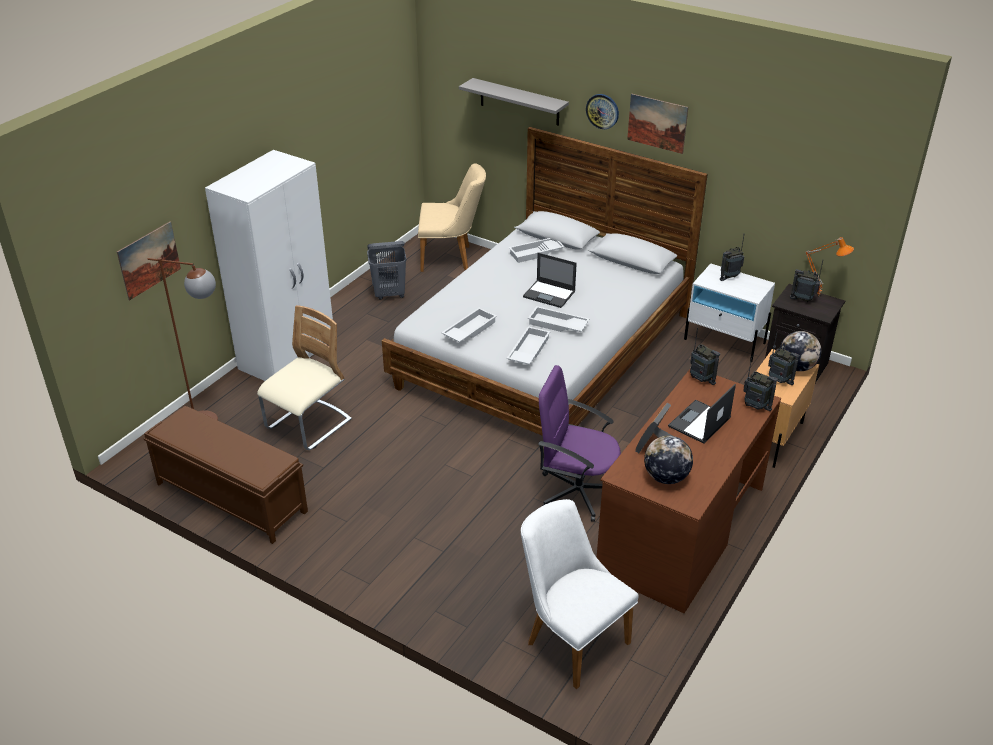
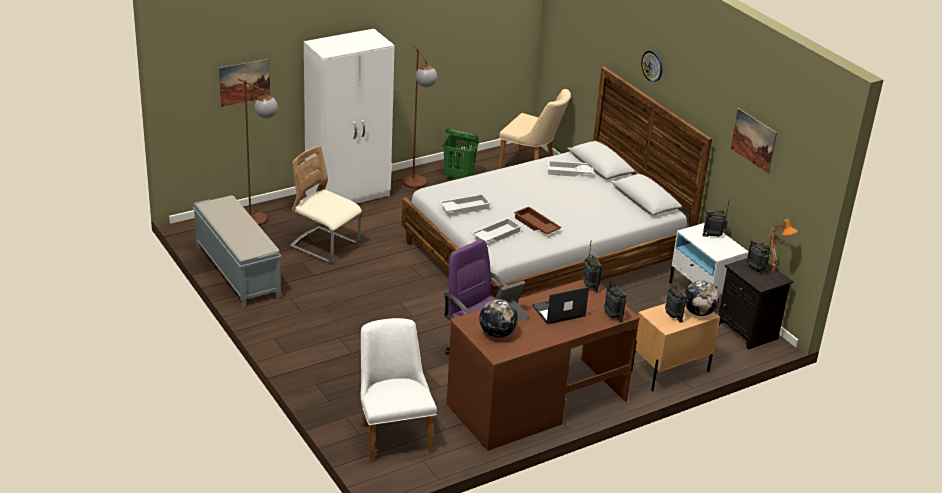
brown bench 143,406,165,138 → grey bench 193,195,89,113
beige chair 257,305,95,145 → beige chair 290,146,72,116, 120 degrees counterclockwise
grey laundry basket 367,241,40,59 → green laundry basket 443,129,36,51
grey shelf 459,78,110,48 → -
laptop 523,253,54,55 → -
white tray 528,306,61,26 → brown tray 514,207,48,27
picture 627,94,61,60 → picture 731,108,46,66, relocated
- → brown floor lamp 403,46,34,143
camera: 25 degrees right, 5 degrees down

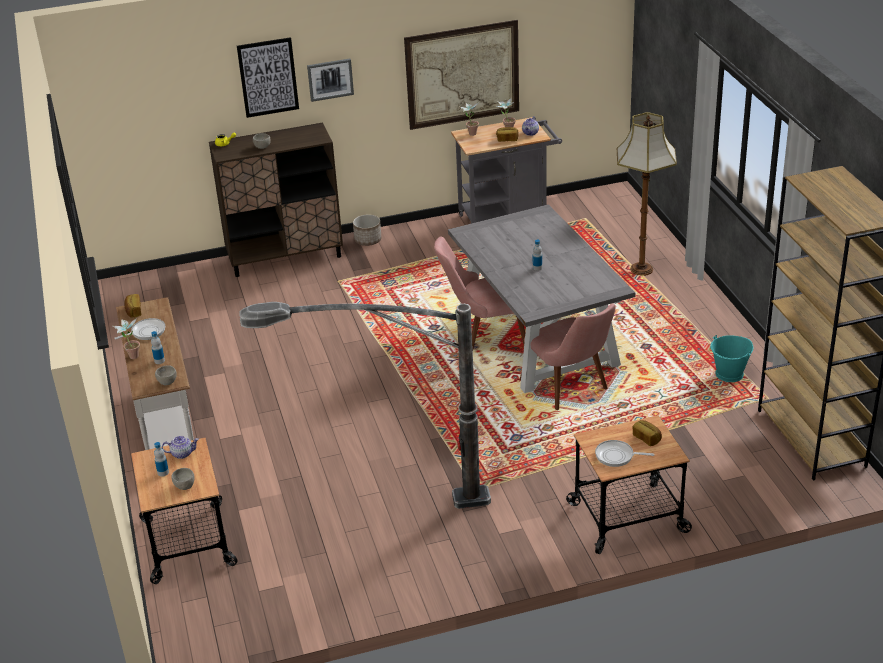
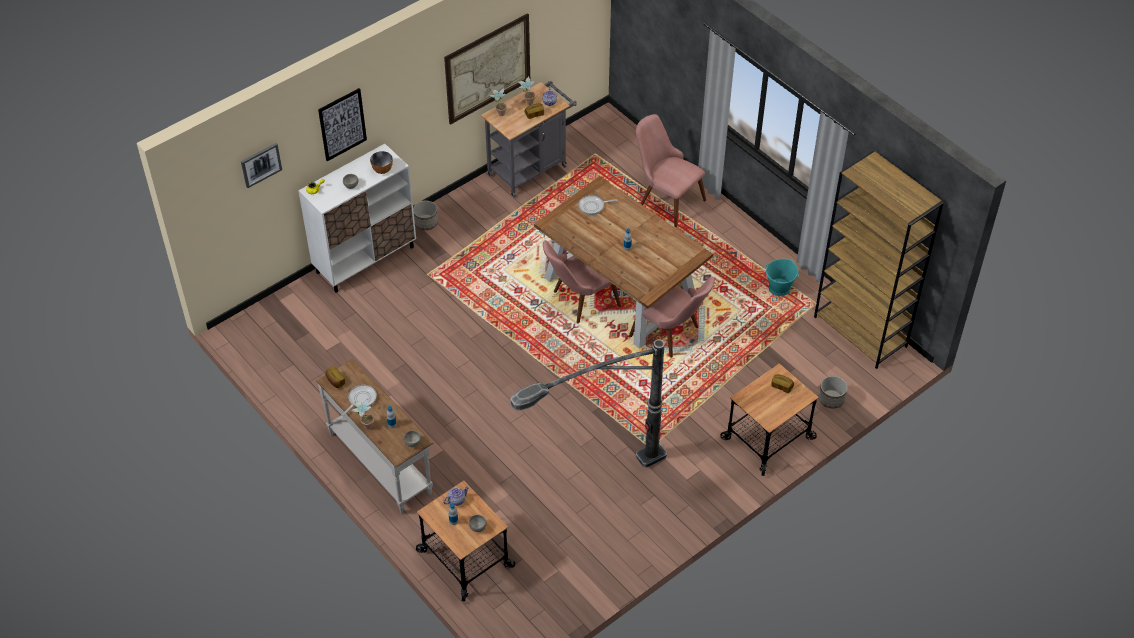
brown cabinet 209,123,134,154 → white cabinet 298,144,118,148
picture 307,59,47,43 → picture 241,143,41,45, relocated
grey dining table 448,204,187,189 → brown dining table 534,176,179,173
frying pan 595,440,60,27 → frying pan 578,195,39,20, relocated
floor lamp 617,112,60,164 → pink chair 636,114,70,113
- → bowl 370,151,23,23
- → planter 818,376,30,33
camera: 25 degrees left, 15 degrees up

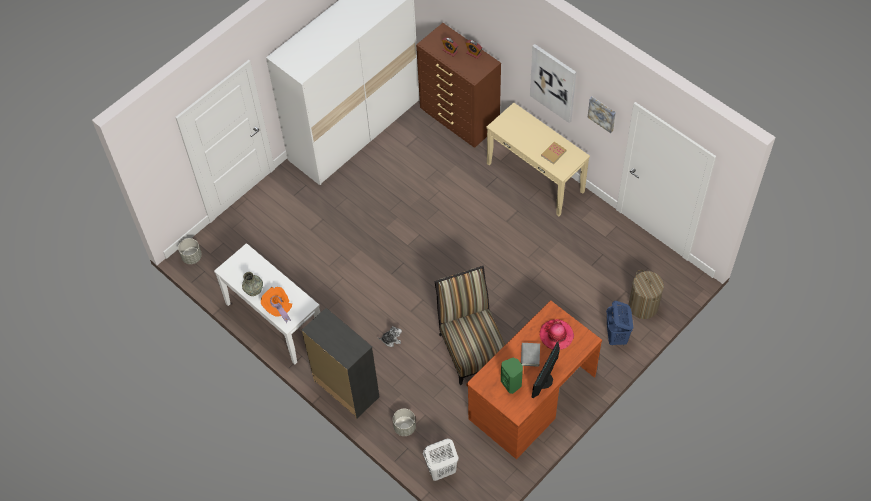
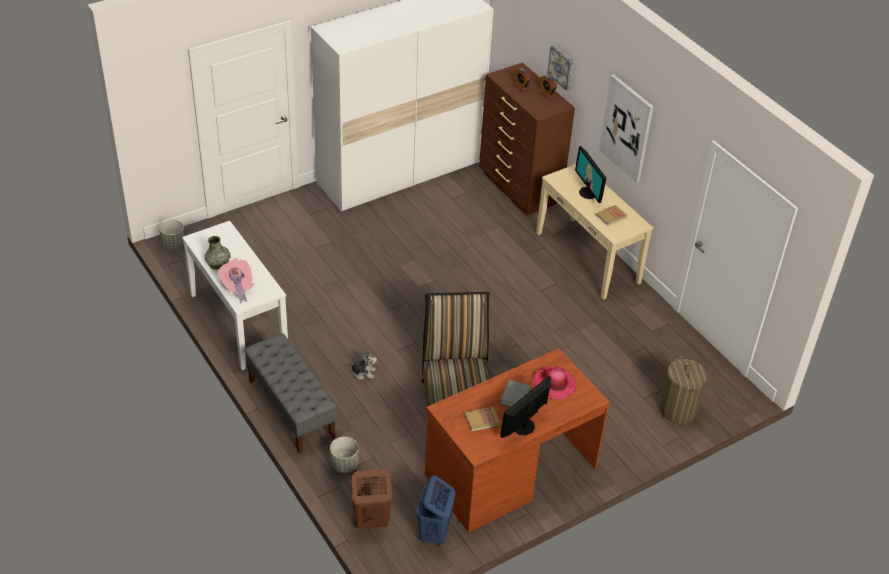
orange hat 261,287,31,37 → pink hat 218,258,36,45
black dresser 301,308,78,111 → grey bench 244,334,93,119
white laundry basket 423,438,36,43 → brown laundry basket 351,469,42,60
green speaker 501,358,22,36 → book 465,407,35,25
picture 588,97,28,36 → picture 547,45,26,46, relocated
blue laundry basket 606,301,27,45 → blue laundry basket 416,475,40,71, relocated
- → monitor 575,146,31,57
camera: 10 degrees right, 15 degrees down

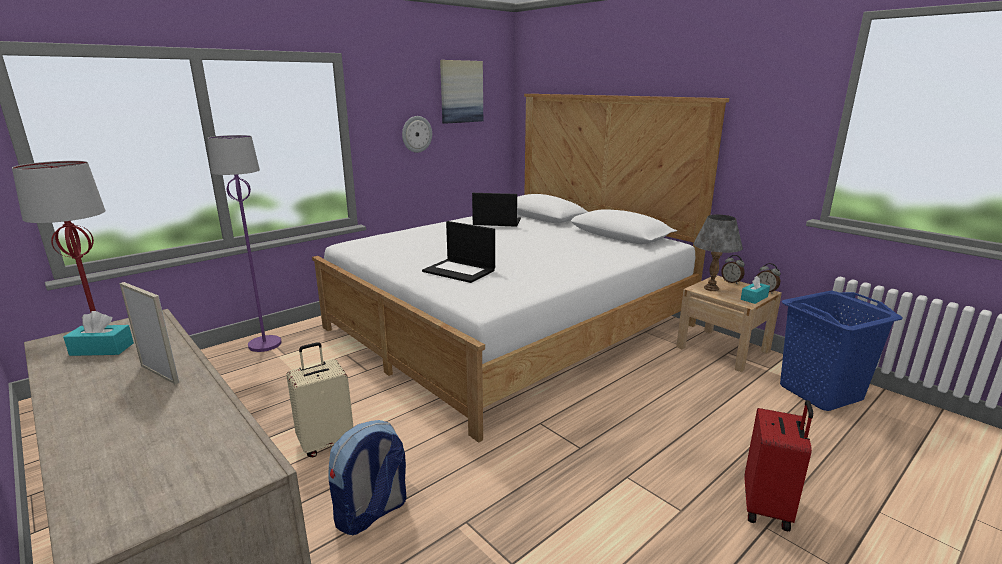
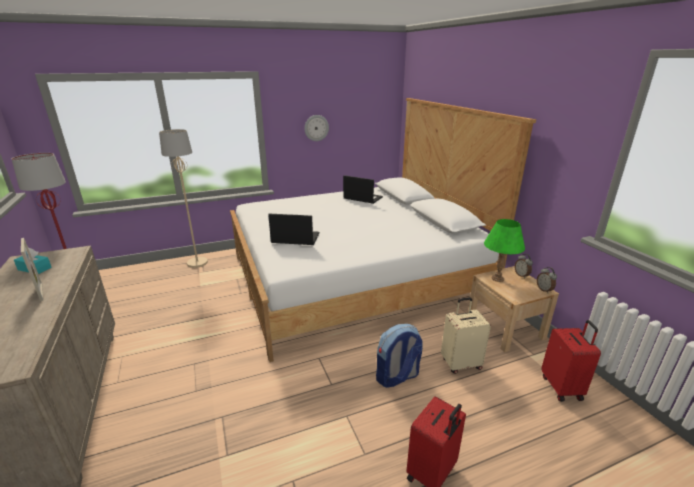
purple floor lamp 208,135,74,217 → beige floor lamp 159,129,49,139
beige suitcase 286,342,67,115 → beige suitcase 441,297,50,77, relocated
backpack 328,420,79,116 → backpack 376,324,47,64, relocated
laptop 422,221,73,62 → laptop 268,214,51,31, 135 degrees clockwise
picture 440,60,43,64 → -
grey table lamp 693,215,50,76 → green table lamp 484,219,41,63
turquoise tissue box 741,276,29,28 → -
blue laundry basket 780,291,123,120 → red suitcase 541,320,60,82
camera: 20 degrees right, 5 degrees up

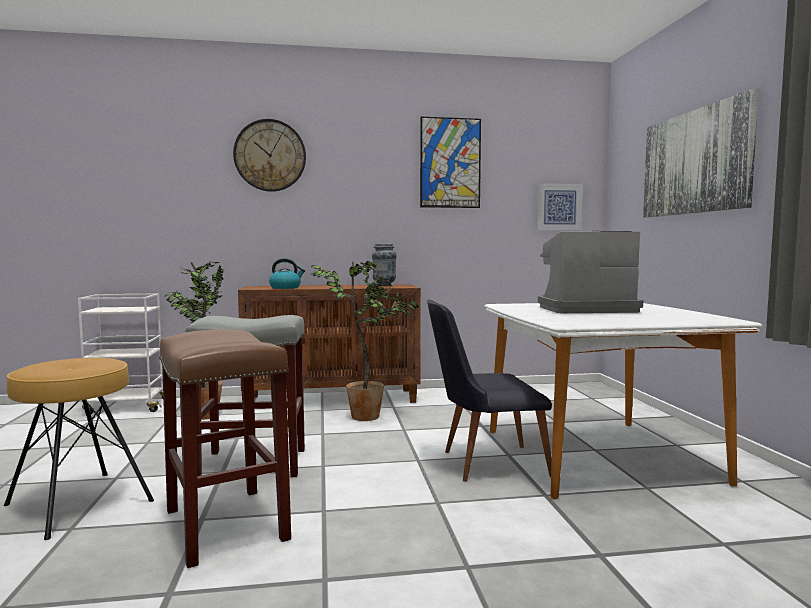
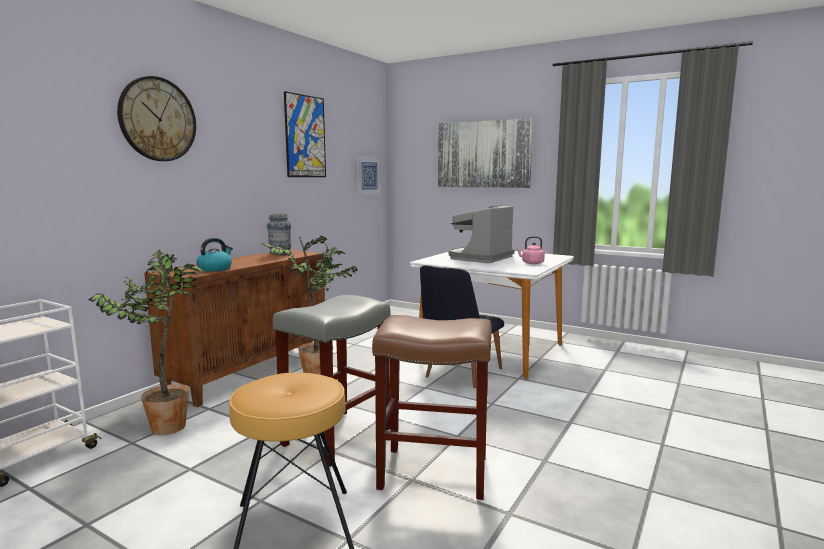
- → pink kettle 516,236,29,28
camera: 50 degrees left, 5 degrees up

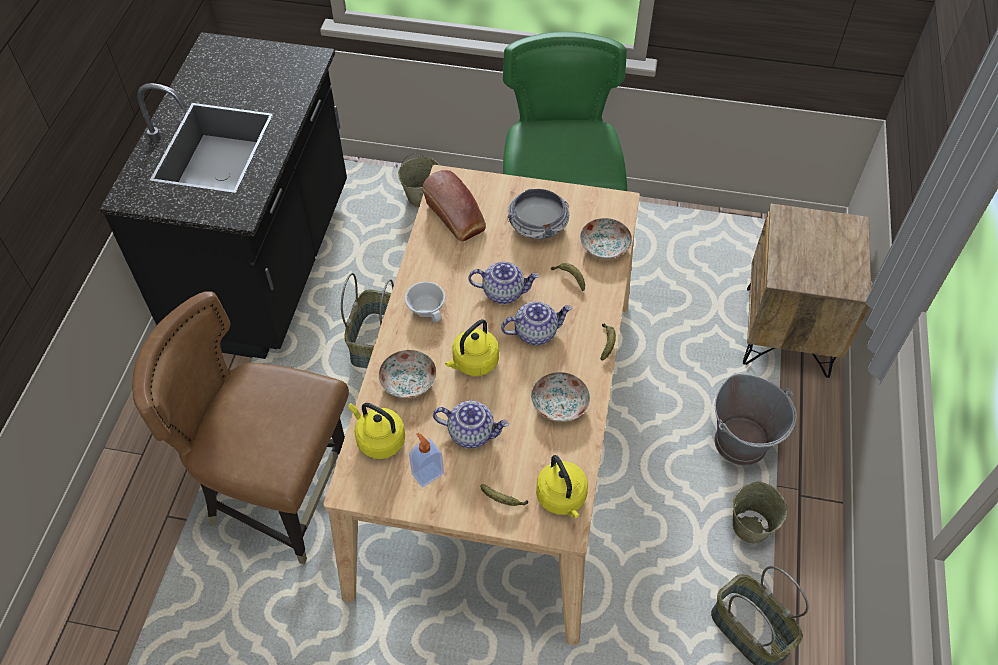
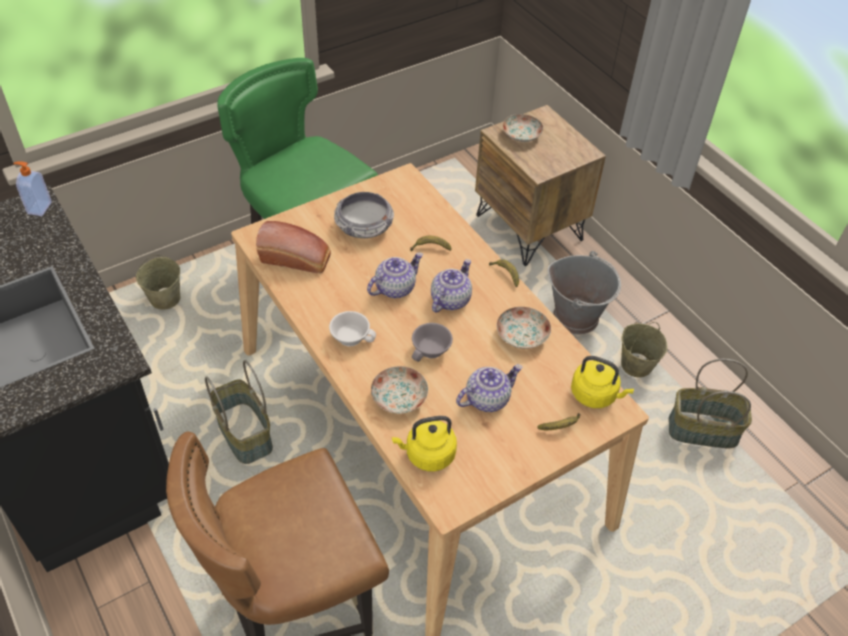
soap dispenser 409,433,35,55 → soap dispenser 13,161,39,55, relocated
yellow kettle 445,319,54,57 → grey cup 412,323,41,39
plate 580,218,52,41 → plate 503,114,40,28, relocated
camera: 45 degrees left, 5 degrees down

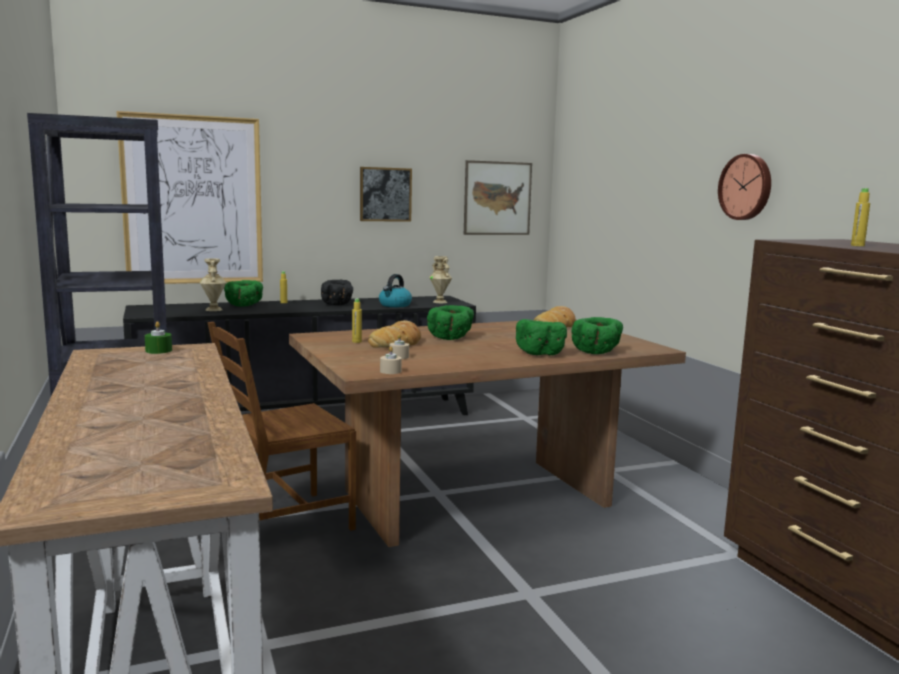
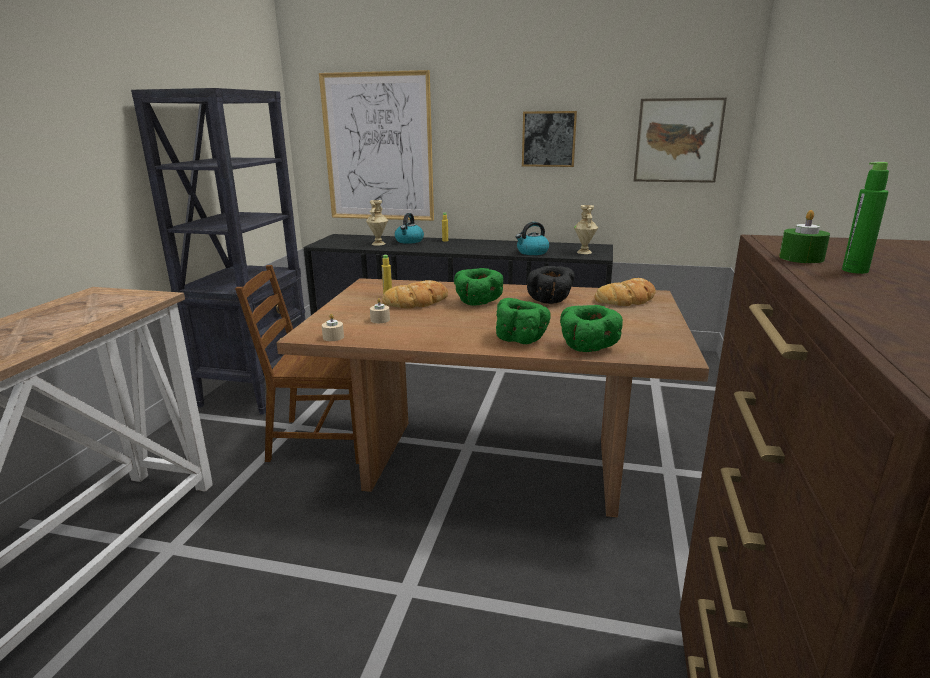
green candle 145,321,27,33 → green candle 779,210,51,53, relocated
green bowl 224,280,39,27 → kettle 395,213,29,31
black bowl 321,280,32,25 → black bowl 527,266,48,38, relocated
wall clock 718,154,53,66 → -
yellow bottle 851,188,19,58 → green bottle 842,162,47,112
camera: 35 degrees right, 10 degrees up

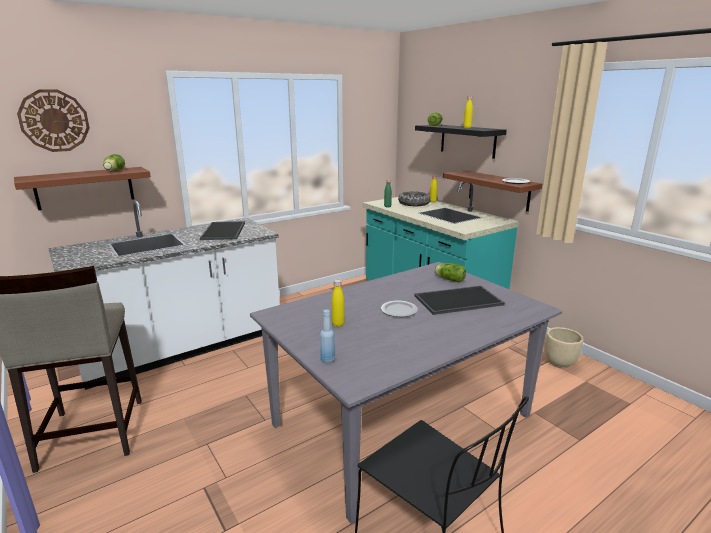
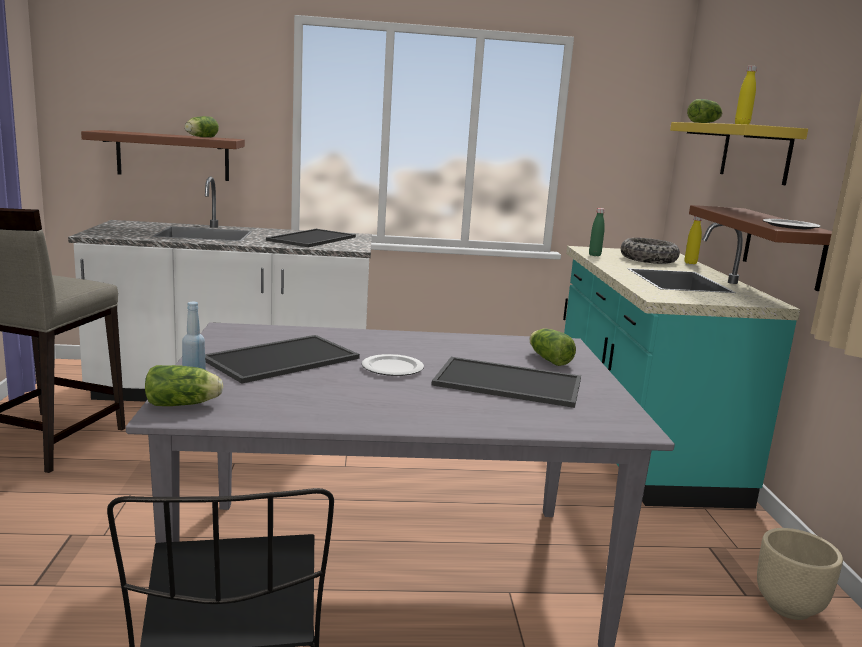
wall clock 17,90,73,62 → -
yellow bottle 332,280,13,47 → tray 205,335,155,49
black shelf 415,125,92,34 → yellow shelf 670,122,138,63
- → lettuce 145,365,78,41
camera: 30 degrees right, 5 degrees down

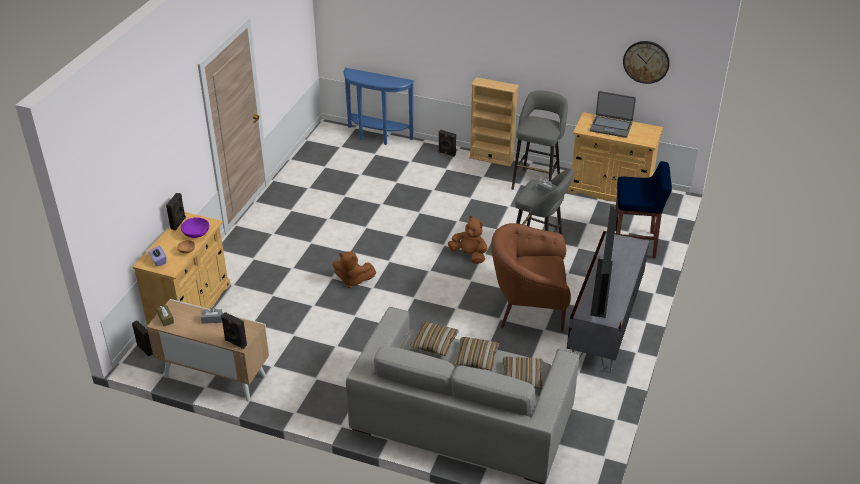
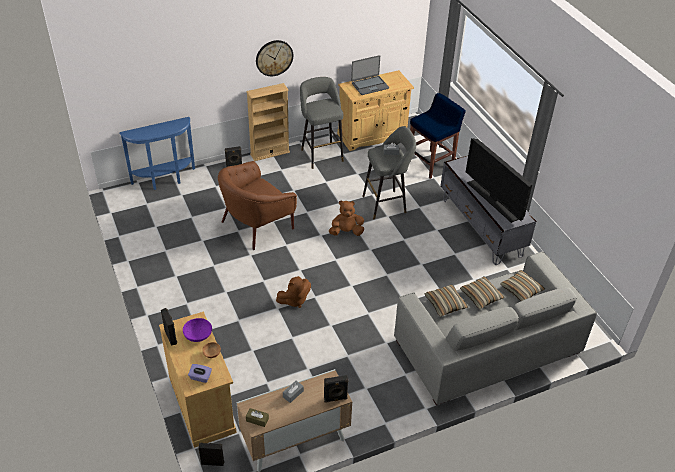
brown armchair 491,223,80,109 → brown armchair 218,161,79,89, relocated
wall clock 623,41,47,43 → wall clock 256,40,37,36, relocated
camera: 45 degrees left, 5 degrees up

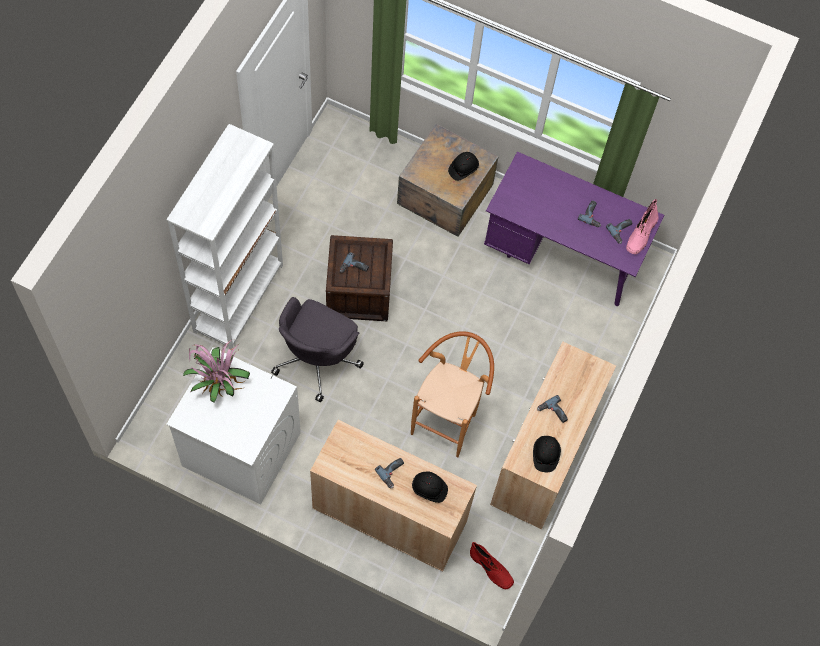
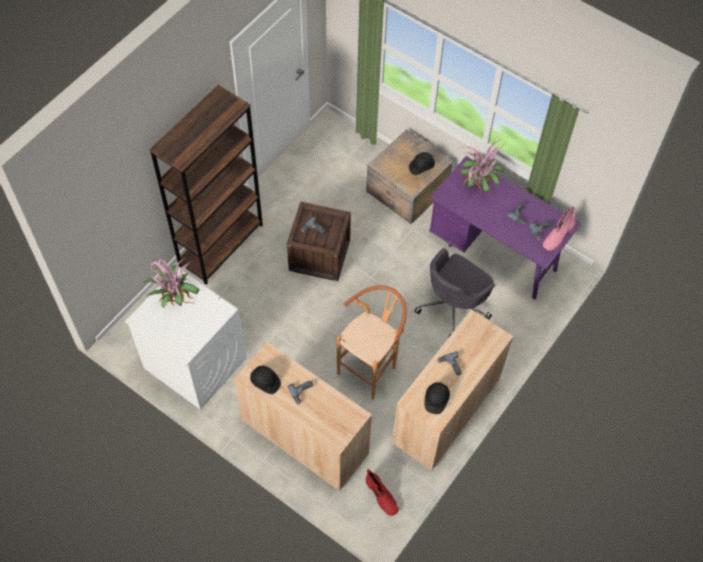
white bookcase 167,124,116,227 → brown bookcase 149,85,114,200
grey office chair 271,297,93,105 → grey office chair 414,248,81,90, relocated
black hard hat 412,471,36,32 → black hard hat 250,366,31,28, relocated
- → potted plant 459,141,45,51
camera: 15 degrees right, 5 degrees down

